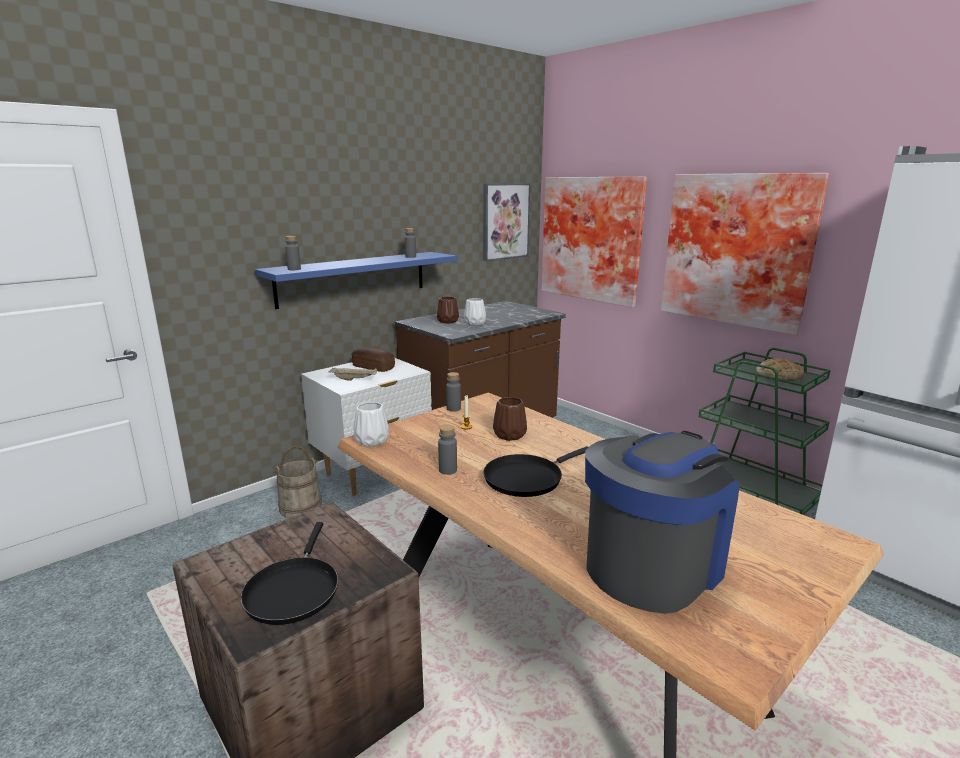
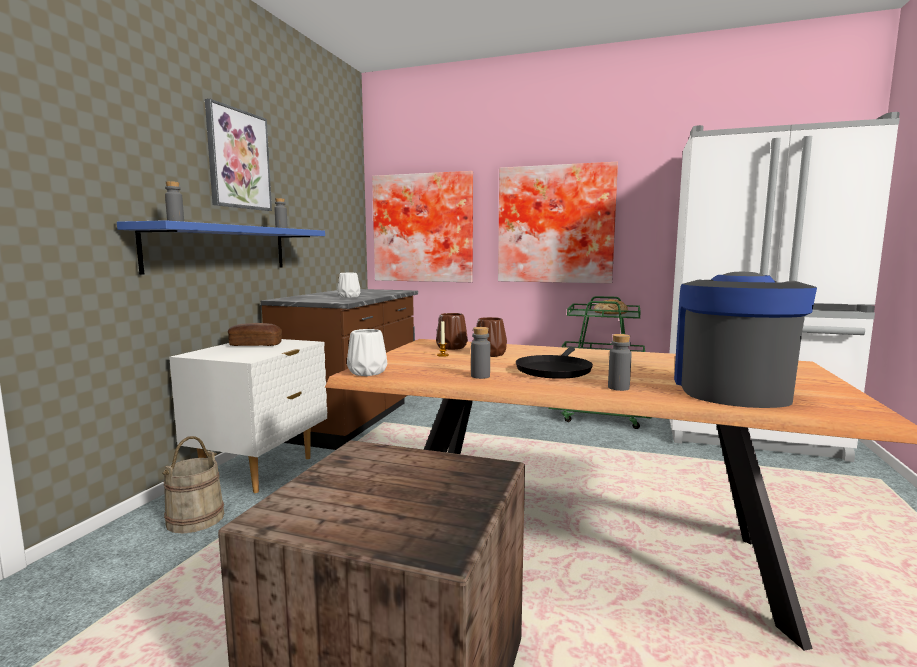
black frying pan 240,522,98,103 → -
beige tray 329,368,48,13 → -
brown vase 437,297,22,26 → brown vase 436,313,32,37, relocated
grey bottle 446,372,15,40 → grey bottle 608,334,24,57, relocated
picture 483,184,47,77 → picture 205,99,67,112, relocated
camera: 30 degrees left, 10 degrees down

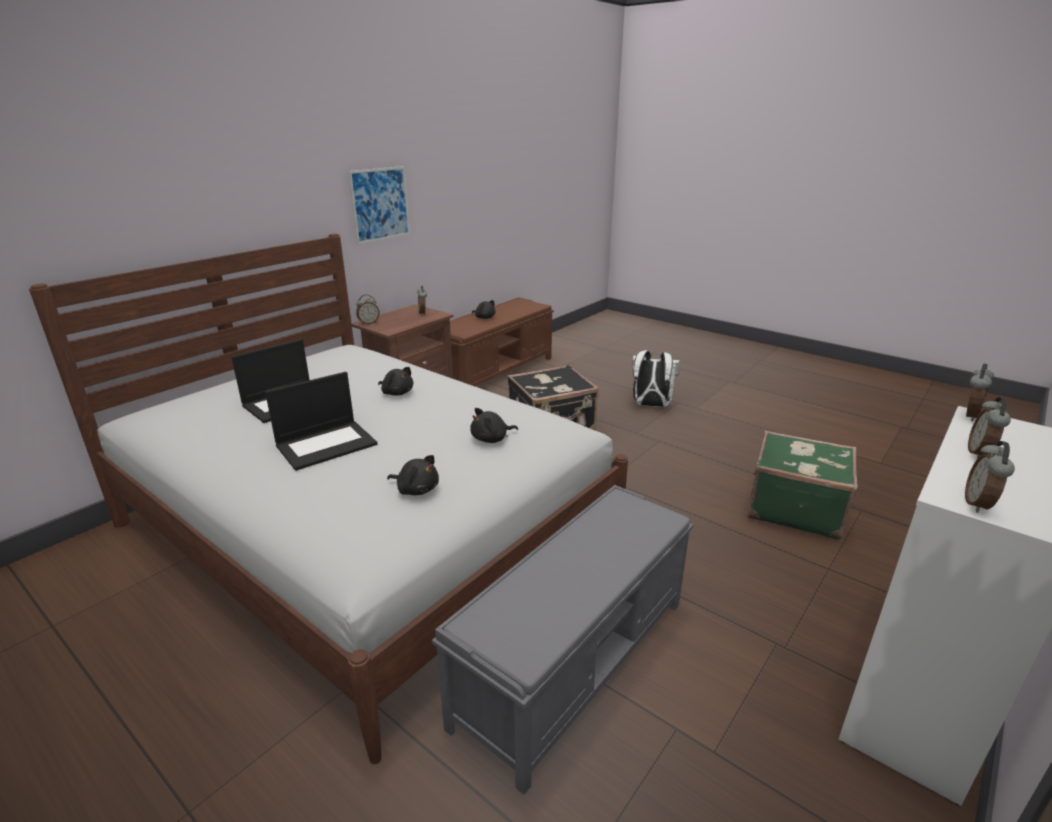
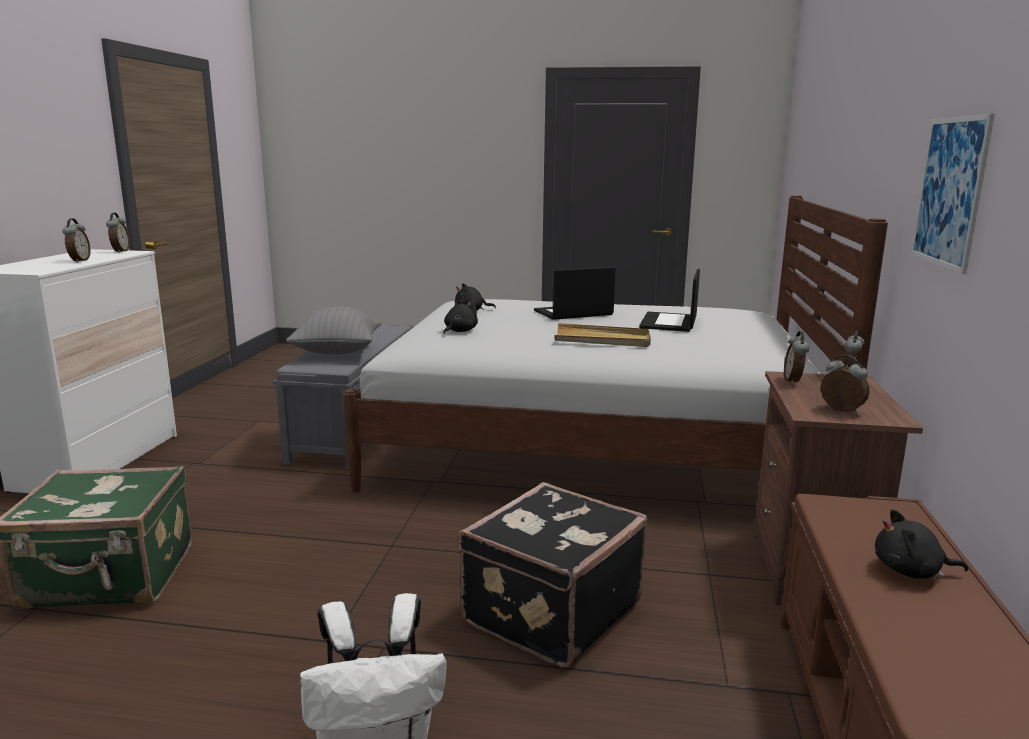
laptop 265,372,113,99 → laptop 534,267,82,53, 45 degrees clockwise
black plush toy 378,367,35,29 → beige tray 554,323,97,24
alarm clock 966,364,28,58 → alarm clock 784,331,25,54, relocated
- → grey pillow 286,306,96,48
camera: 150 degrees right, 10 degrees down

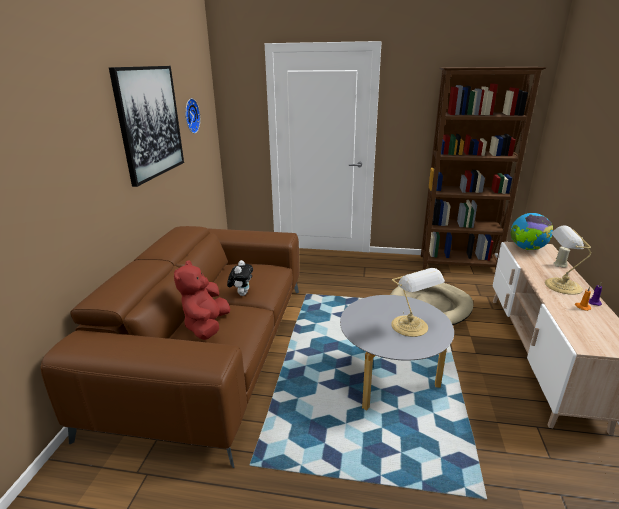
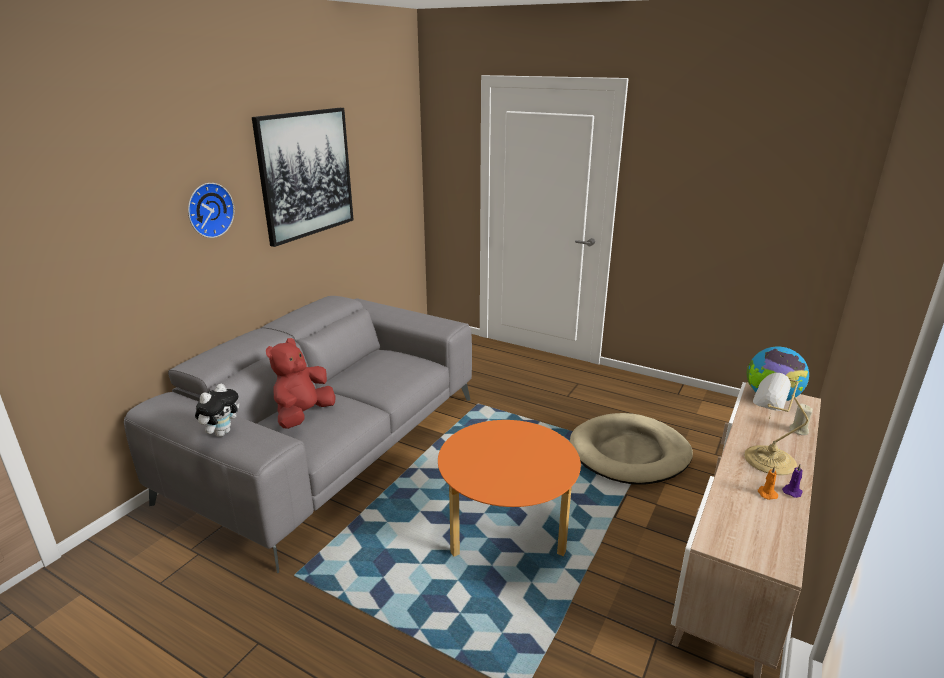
brown sofa 41,226,258,242 → grey sofa 124,296,348,277
wall clock 185,98,15,36 → wall clock 188,183,46,55, relocated
plush toy 227,260,26,36 → plush toy 195,384,44,53, relocated
grey coffee table 340,295,114,115 → orange coffee table 438,420,143,137
table lamp 391,268,54,69 → -
brown bookcase 421,67,126,204 → -
camera: 20 degrees right, 0 degrees up

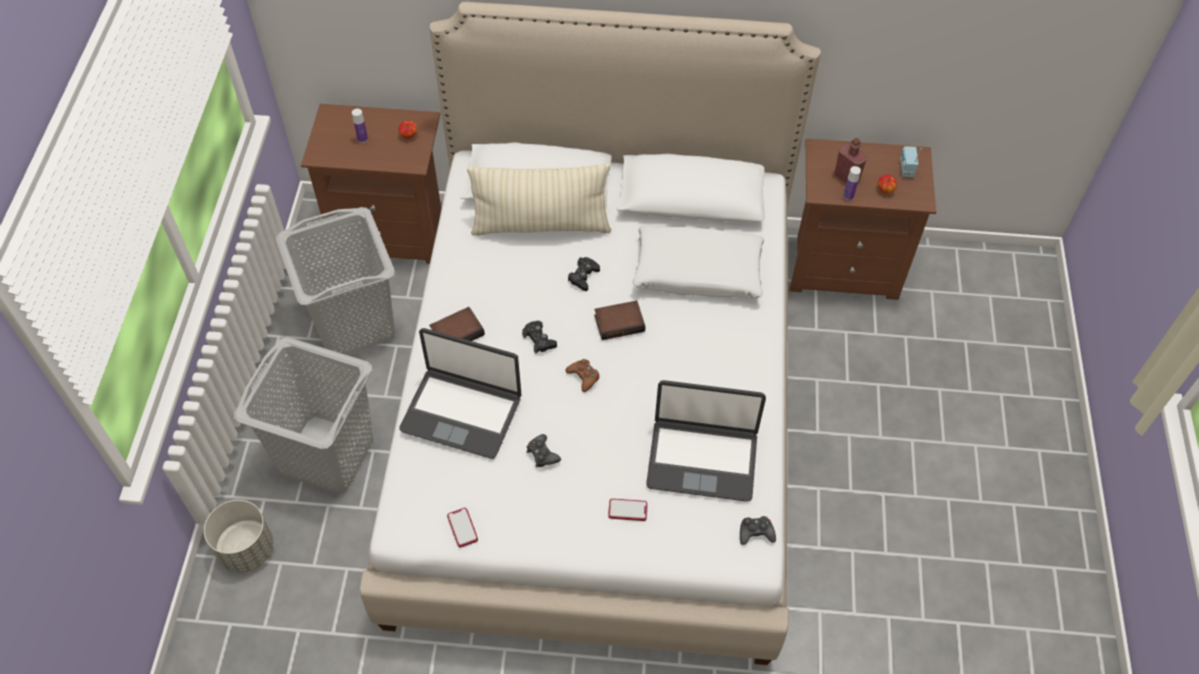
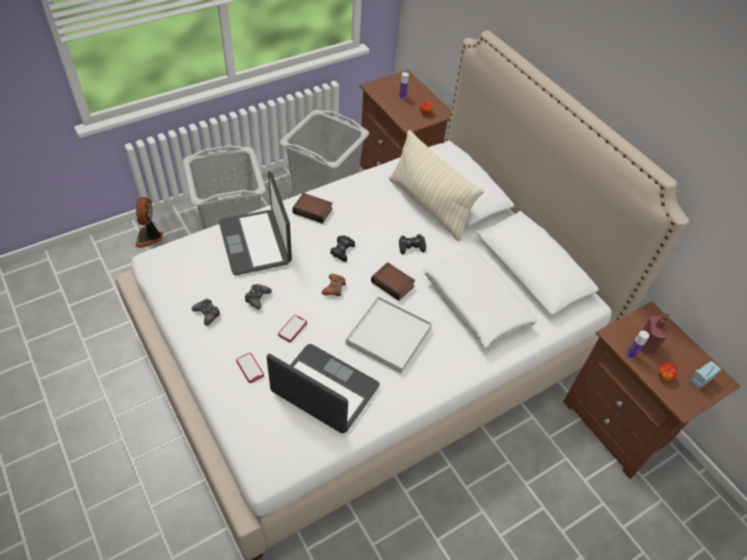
grey planter 204,500,69,72 → fan 136,197,27,51
phone 447,508,31,39 → phone 278,315,29,27, relocated
laptop 646,380,120,122 → laptop 267,344,113,89, 150 degrees clockwise
black game controller 740,516,36,29 → black game controller 192,299,28,27, relocated
- → white tray 346,296,86,78
camera: 50 degrees right, 5 degrees down

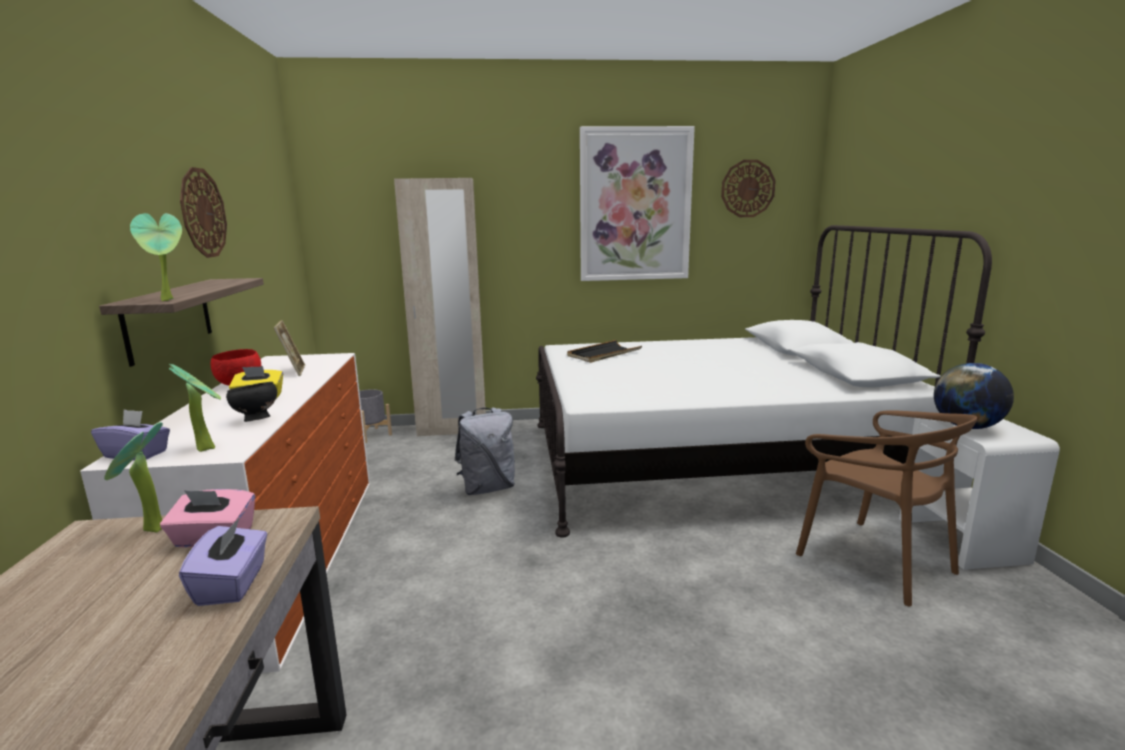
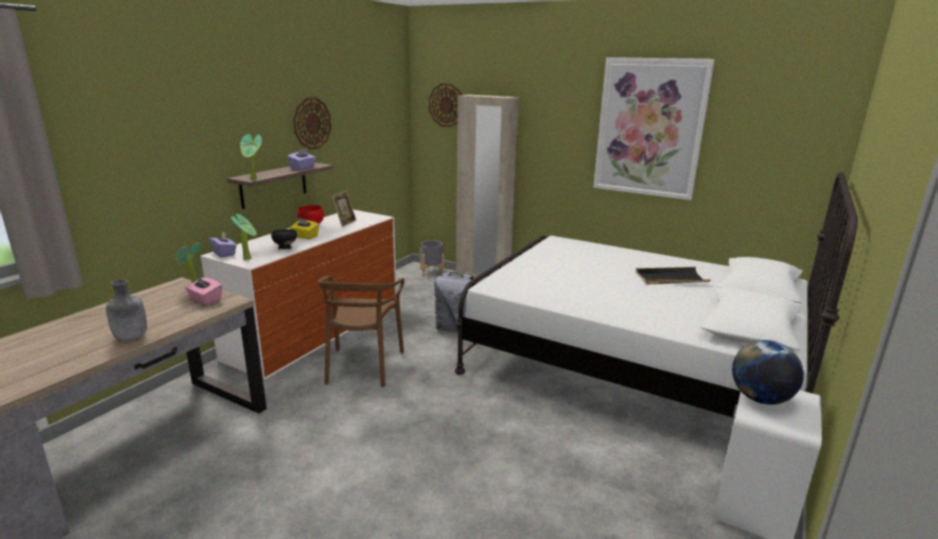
purple tissue box 179,517,88,89 → purple tissue box 287,148,29,22, relocated
black tray 567,340,75,23 → black tray 636,267,75,18, relocated
wall clock 721,160,55,57 → wall clock 429,83,33,44, relocated
brown chair 796,410,182,196 → brown chair 318,275,86,112, relocated
- → grey bottle 106,280,41,61
camera: 35 degrees right, 5 degrees up

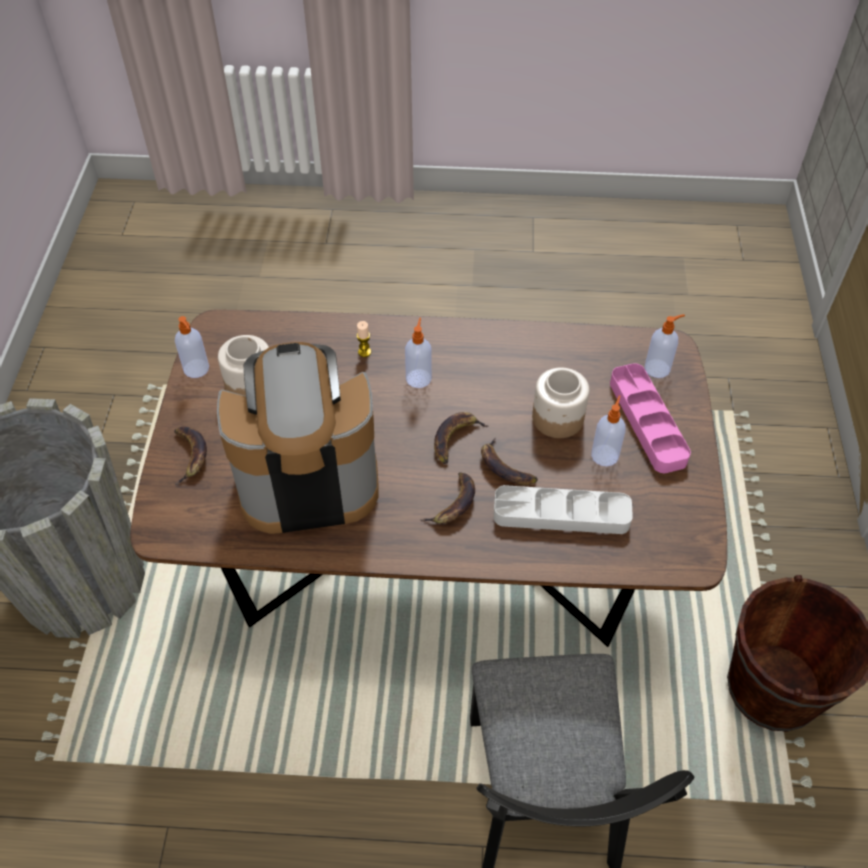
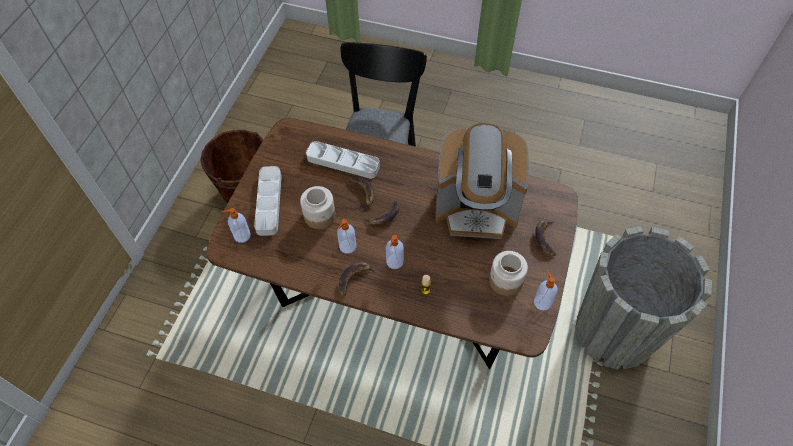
banana 420,472,55,52 → banana 339,262,38,34, relocated
soap dispenser 591,395,34,71 → soap dispenser 337,219,19,35, relocated
pink tray 610,363,81,110 → grey tray 254,166,28,70
camera: 165 degrees left, 5 degrees up

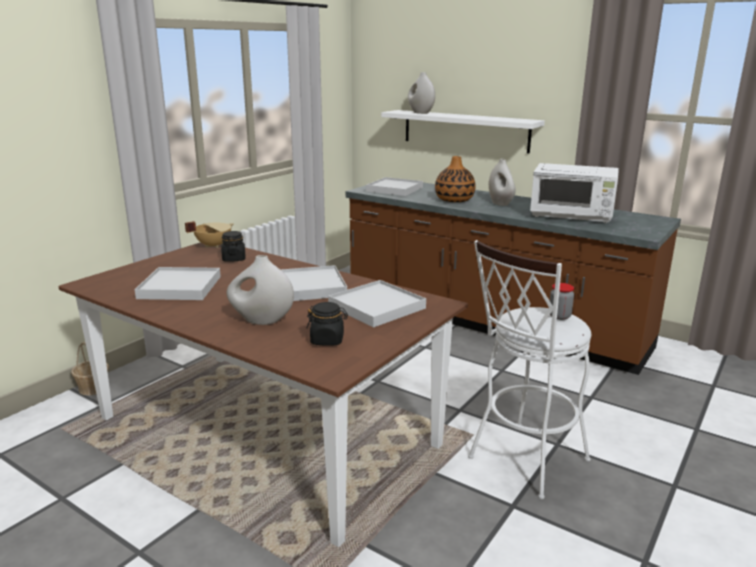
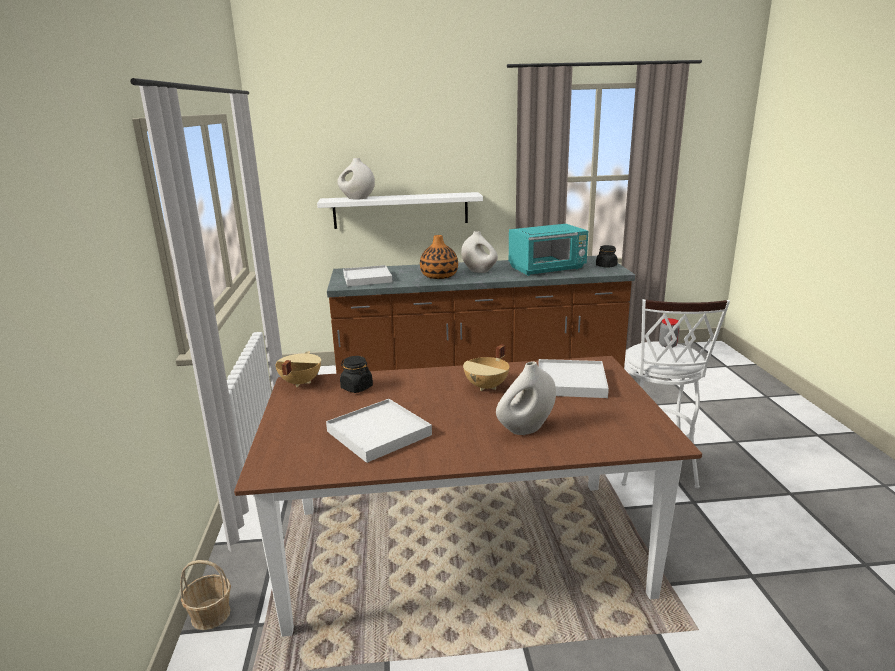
white tray 281,265,66,36 → beige cooking pot 463,344,47,47
black jar 307,302,41,44 → black jar 596,245,22,23, relocated
white microwave 530,163,88,60 → turquoise microwave 509,224,79,52
camera: 40 degrees left, 0 degrees up

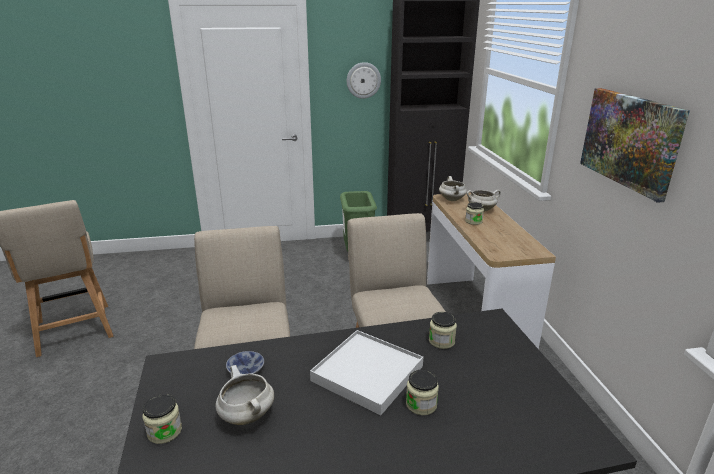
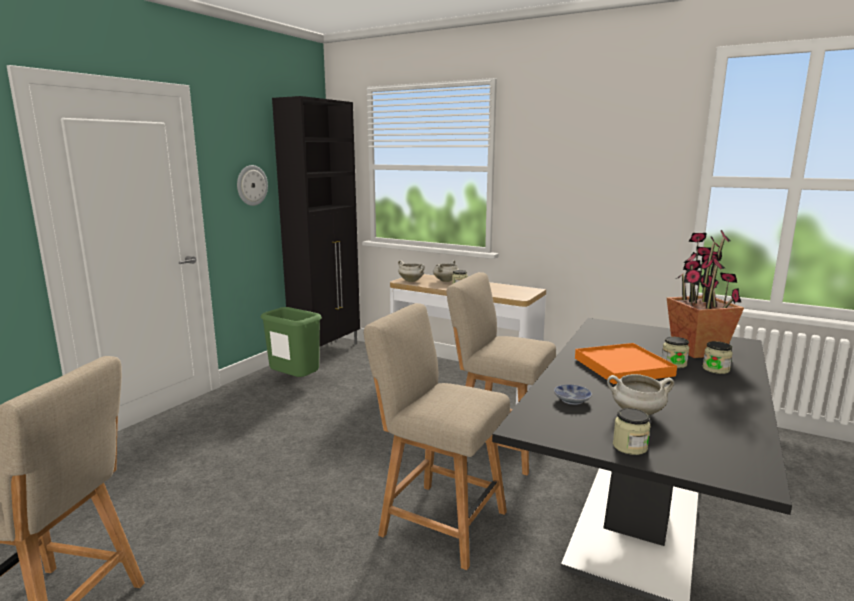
white tray 310,330,113,86 → orange tray 575,343,102,41
jar 429,312,28,37 → jar 703,341,30,33, relocated
picture 580,88,110,115 → -
- → potted plant 667,230,77,128
camera: 50 degrees left, 10 degrees down

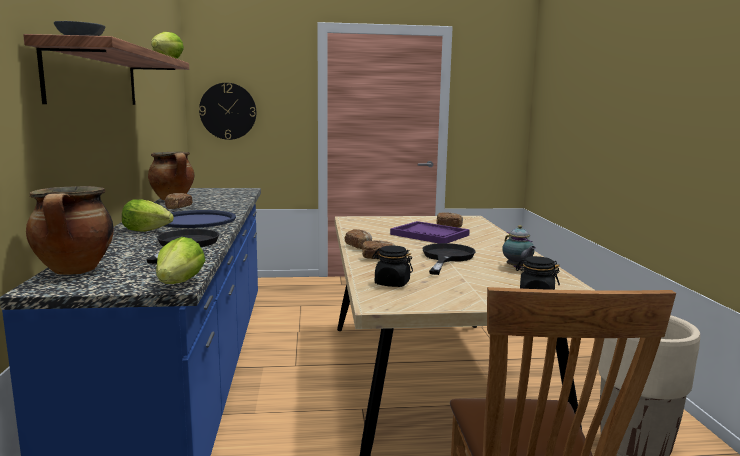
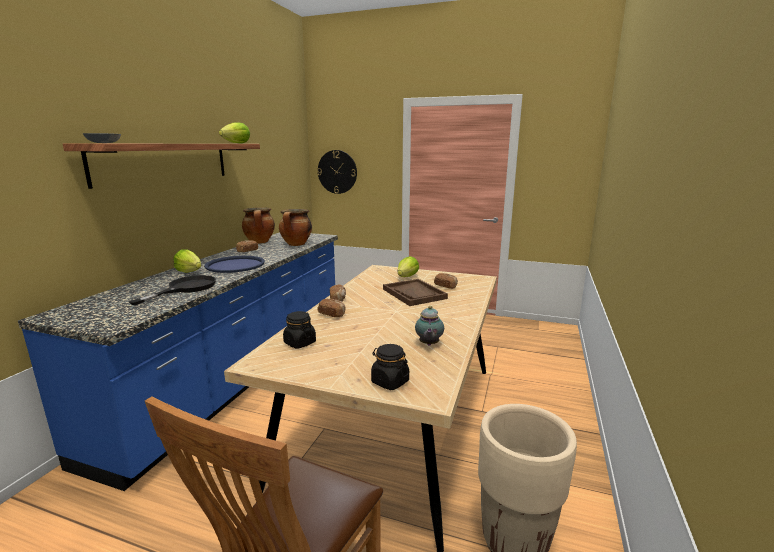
cooking pot 26,186,88,89 → cooking pot 279,209,33,37, relocated
lettuce 156,237,49,47 → lettuce 398,256,21,21, relocated
purple tray 390,221,80,22 → brown tray 383,279,65,27
black frying pan 423,243,52,32 → -
camera: 25 degrees right, 5 degrees up

